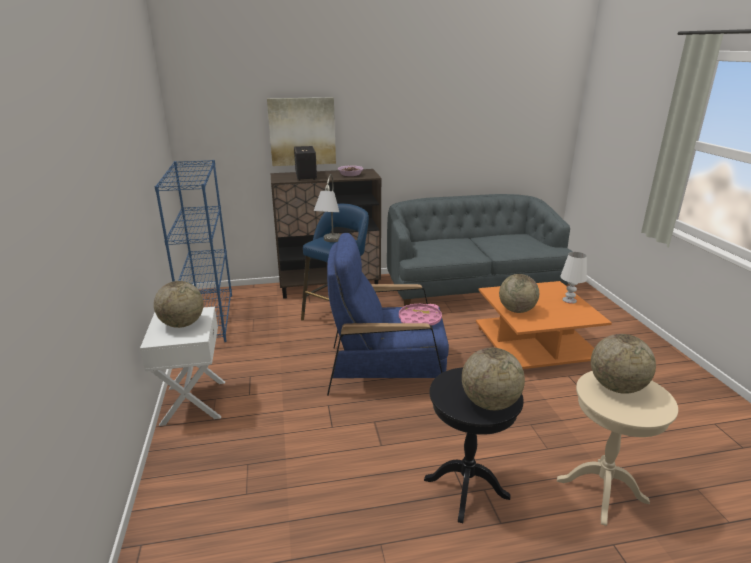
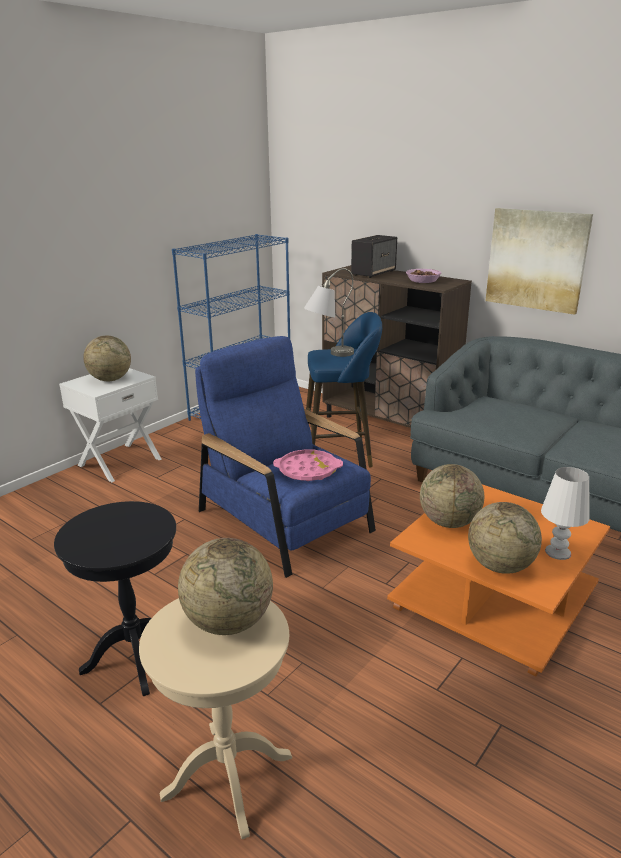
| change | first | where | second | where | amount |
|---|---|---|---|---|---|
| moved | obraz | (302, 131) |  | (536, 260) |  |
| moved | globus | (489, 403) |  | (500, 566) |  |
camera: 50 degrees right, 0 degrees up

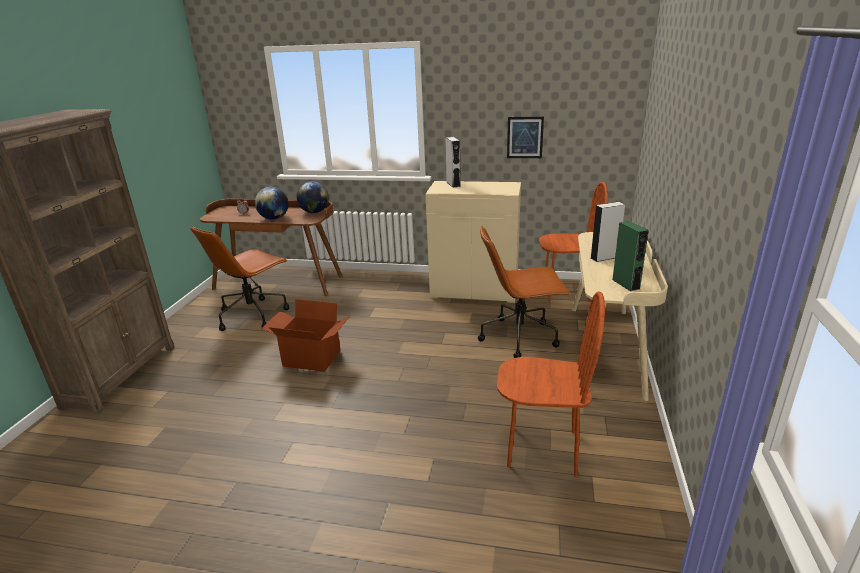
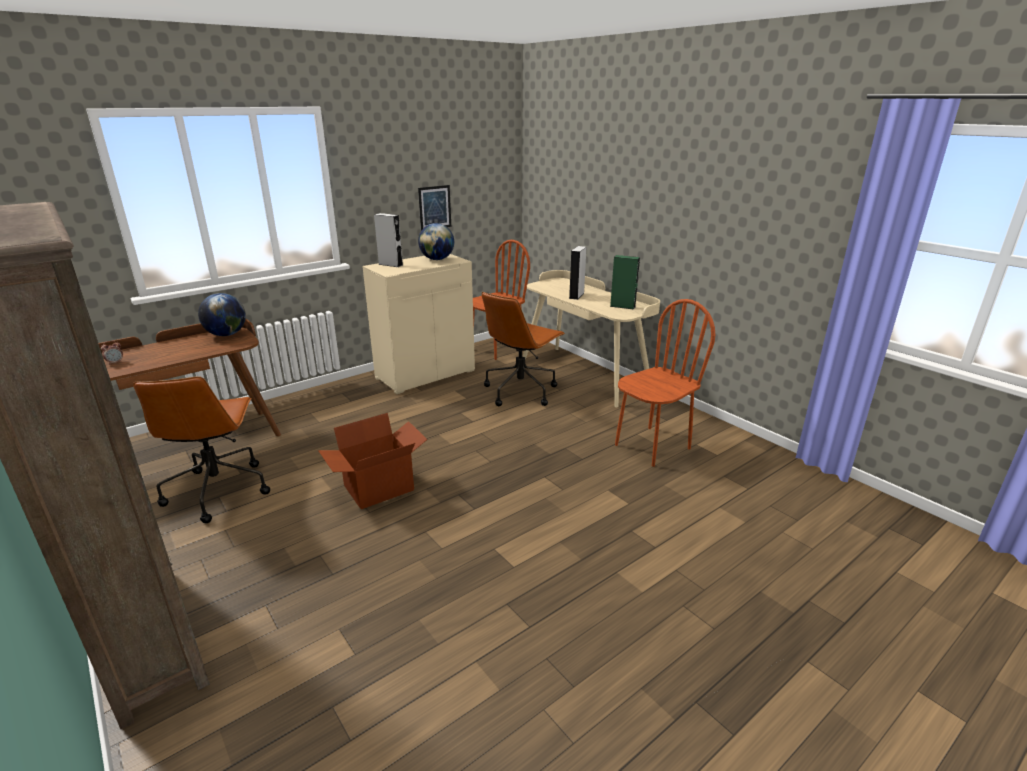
| change | first | where | second | where | amount |
|---|---|---|---|---|---|
| moved | globus | (274, 218) |  | (437, 259) |  |
camera: 50 degrees left, 0 degrees up

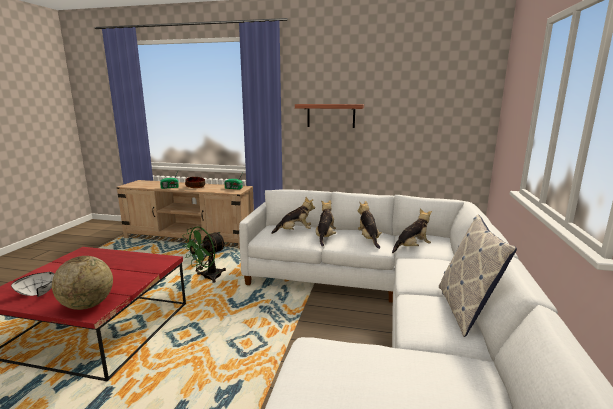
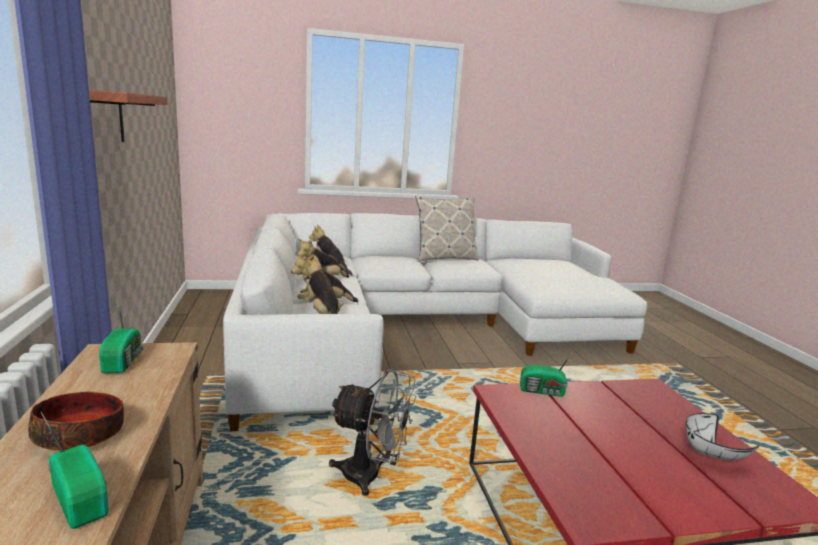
| change | first | where | second | where | amount |
|---|---|---|---|---|---|
| removed | globus | (87, 305) |  |  |  |
| added |  |  | radio | (543, 391) |  |
| recoloured | wentylator/zielony | (208, 278) | wentylator/szary | (371, 476) |  |
camera: 115 degrees left, 0 degrees up

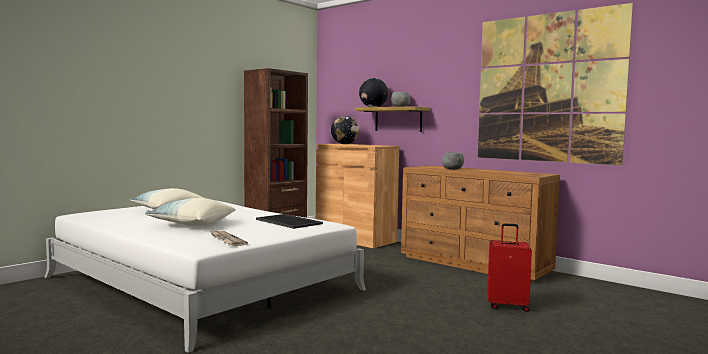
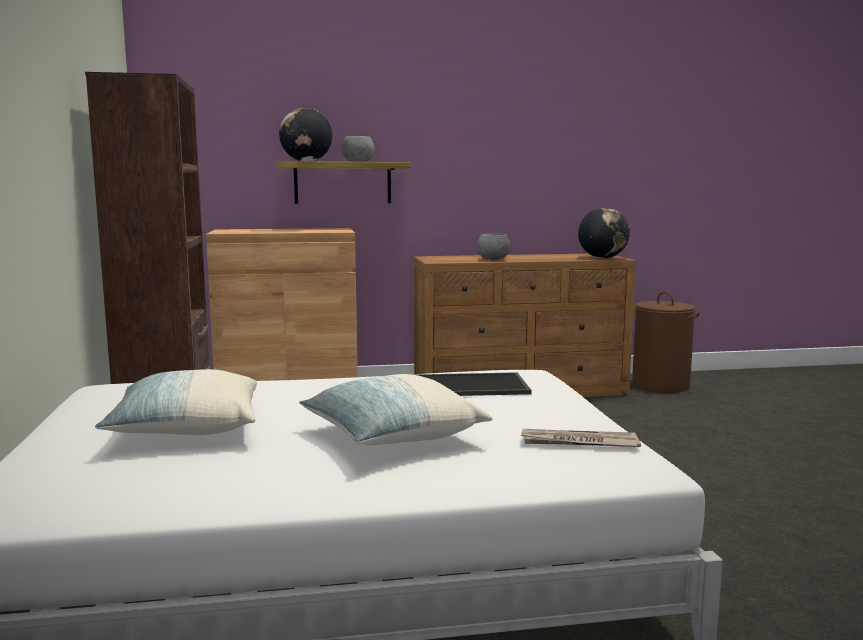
| change | first | where | second | where | amount |
|---|---|---|---|---|---|
| removed | obraz | (547, 88) |  |  |  |
| removed | walizka/czerwony | (507, 306) |  |  |  |
| added |  |  | kosz na pranie/brązowy | (661, 385) |  |
| moved | globus | (344, 144) |  | (602, 258) |  |
camera: 50 degrees left, 5 degrees up

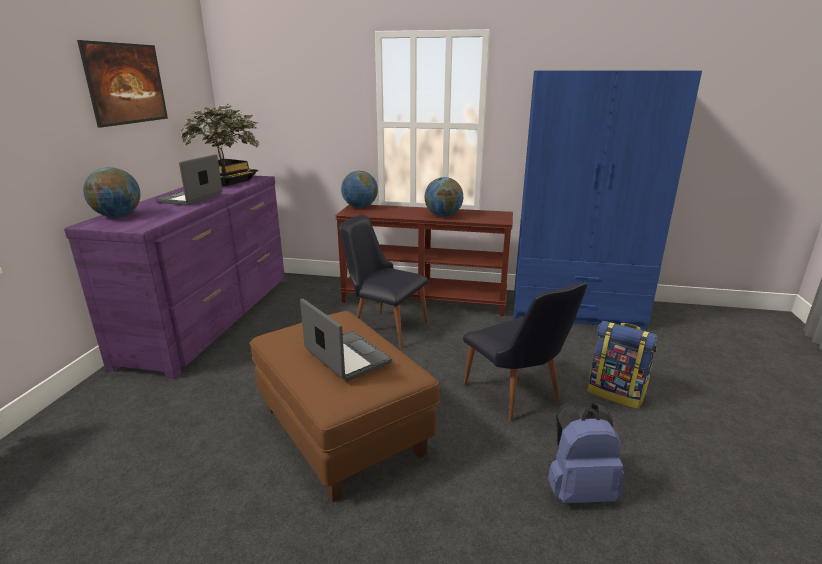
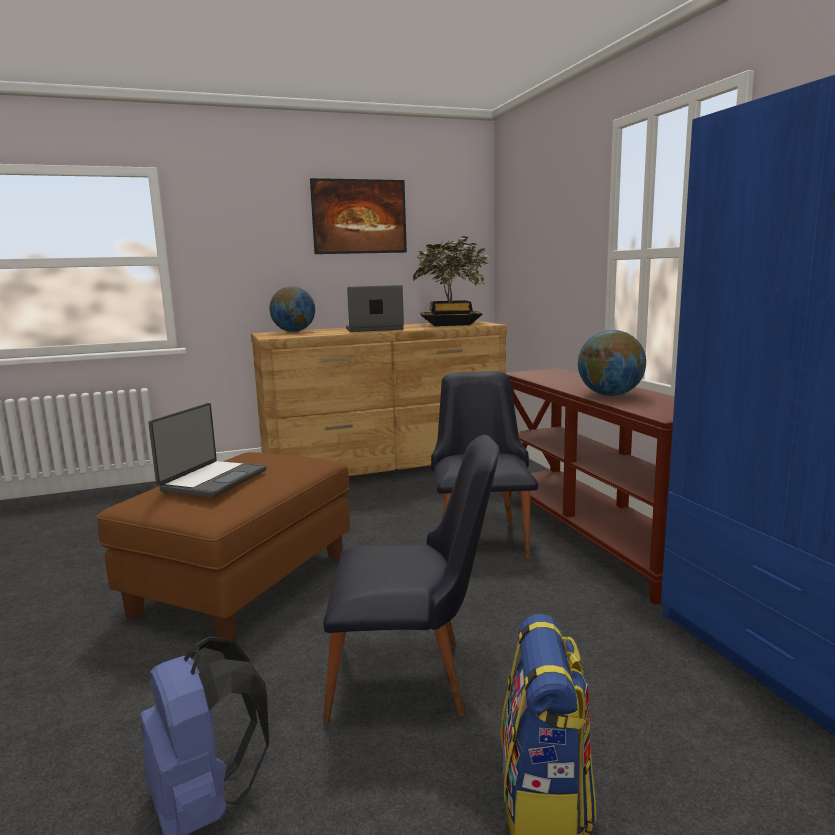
| change | first | where | second | where | amount |
|---|---|---|---|---|---|
| removed | globus | (360, 207) |  |  |  |
| recoloured | komoda/fioletowy | (212, 317) | komoda/brązowy | (386, 465) |  |
| turned | krzesło/czarny | (516, 397) |  | (413, 680) | 120 degrees counterclockwise |
camera: 60 degrees right, 10 degrees down

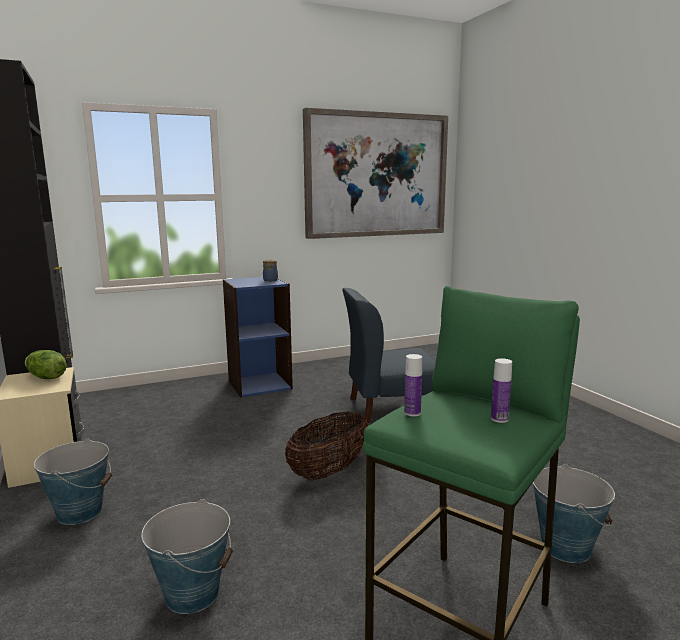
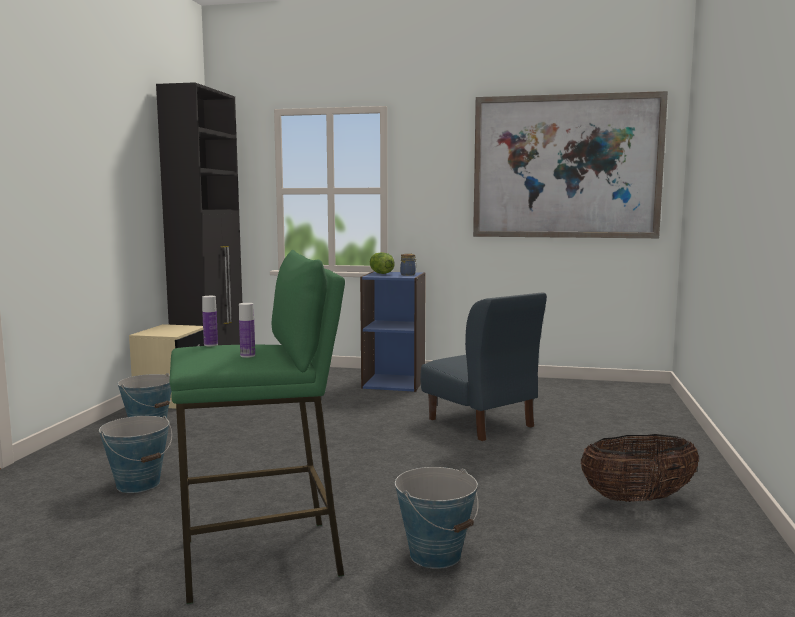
| change | first | where | second | where | amount |
|---|---|---|---|---|---|
| moved | sałata | (46, 377) |  | (380, 273) |  |
| moved | koszyk | (329, 471) |  | (638, 499) |  |
| turned | krzesło/niebieski | (390, 407) |  | (481, 423) | 150 degrees counterclockwise |
camera: 35 degrees right, 5 degrees down

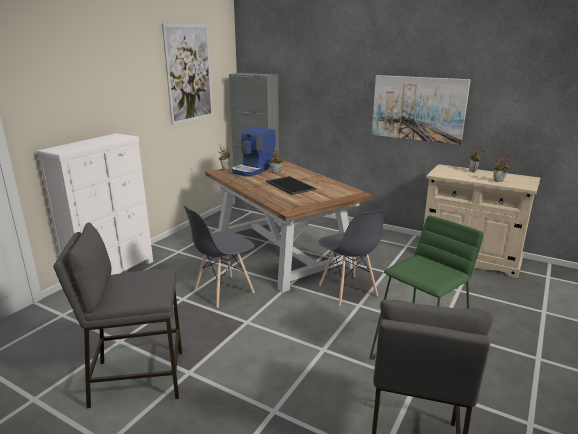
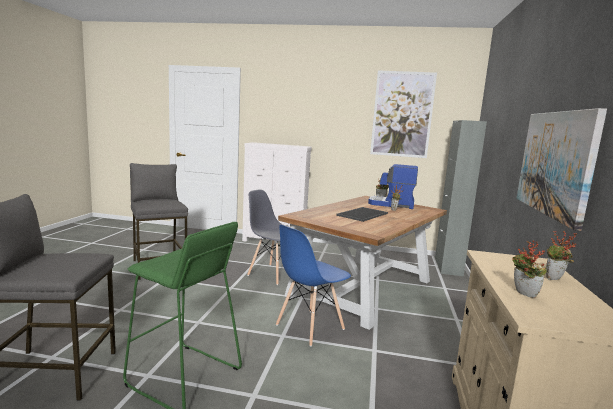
| change | first | where | second | where | amount |
|---|---|---|---|---|---|
| recoloured | krzesło/szary | (347, 290) | krzesło/niebieski | (309, 327) |  |
camera: 70 degrees right, 10 degrees down

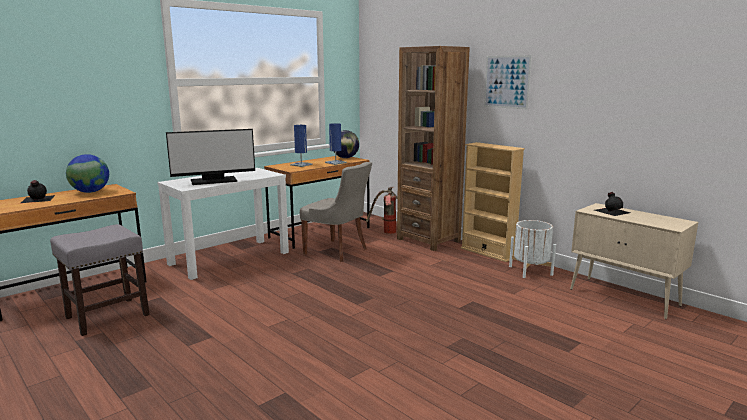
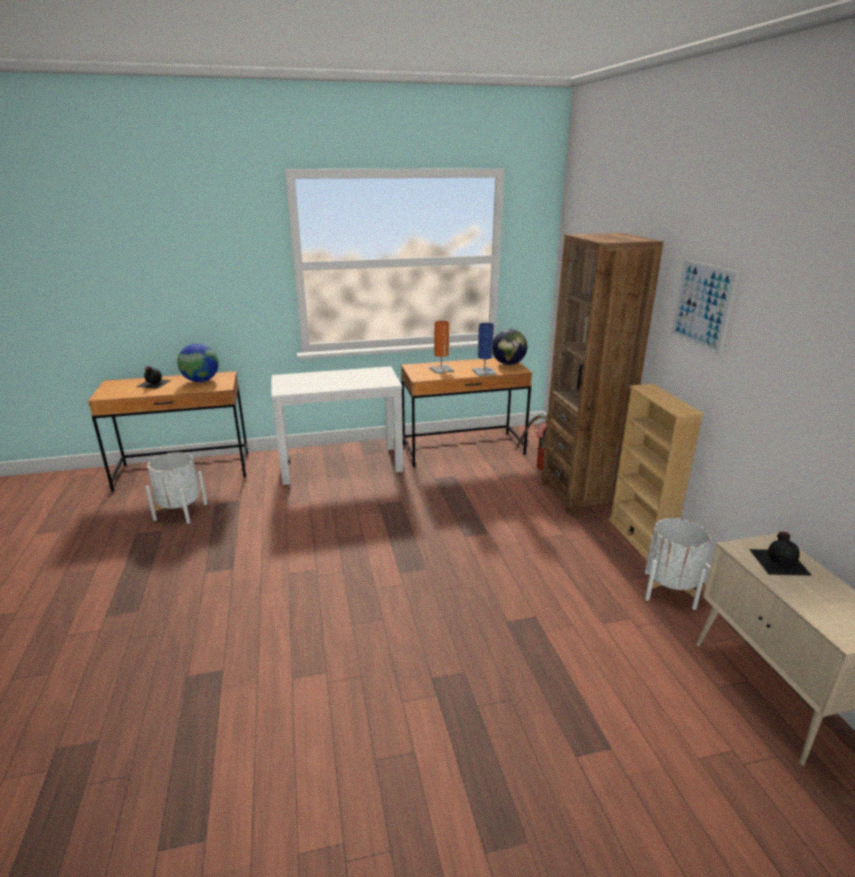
| change | first | where | second | where | amount |
|---|---|---|---|---|---|
| removed | monitor | (214, 181) |  |  |  |
| removed | krzesło/szary | (337, 251) |  |  |  |
| replaced | stołek/szary | (106, 316) | donica/biały | (181, 512) |  |
| recoloured | lampa stołowa/niebieski | (301, 165) | lampa stołowa/pomarańczowy | (441, 369) |  |
camera: 30 degrees right, 10 degrees up

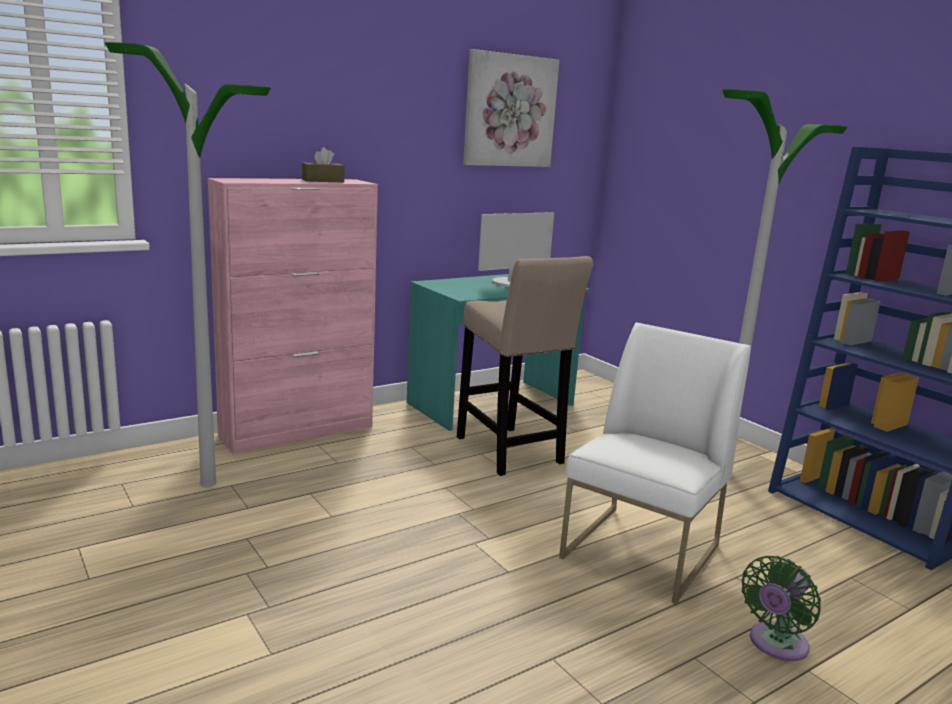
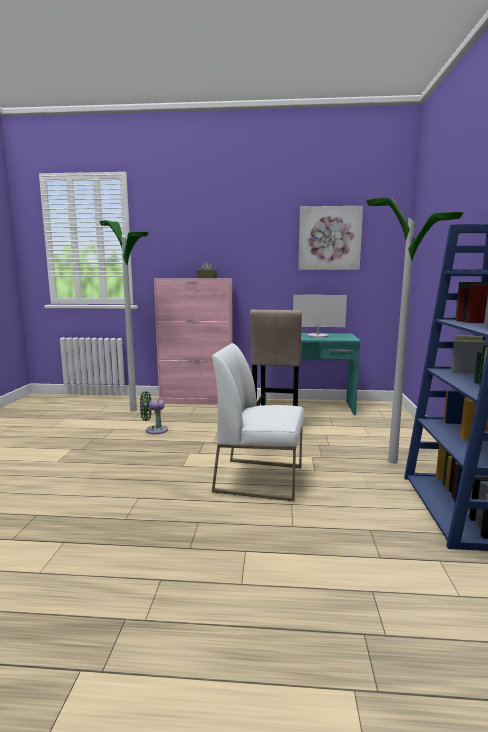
| change | first | where | second | where | amount |
|---|---|---|---|---|---|
| moved | wentylator/zielony | (775, 645) |  | (154, 430) |  |
| turned | krzesło/biały | (641, 552) |  | (260, 478) | 150 degrees counterclockwise |
camera: 40 degrees right, 5 degrees down

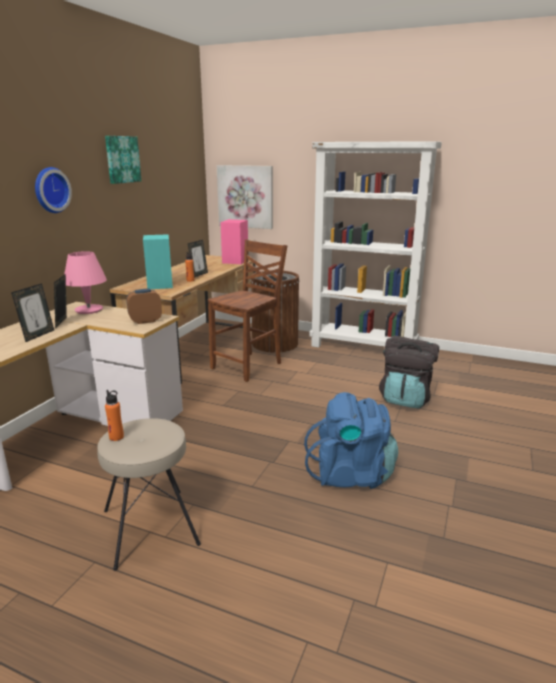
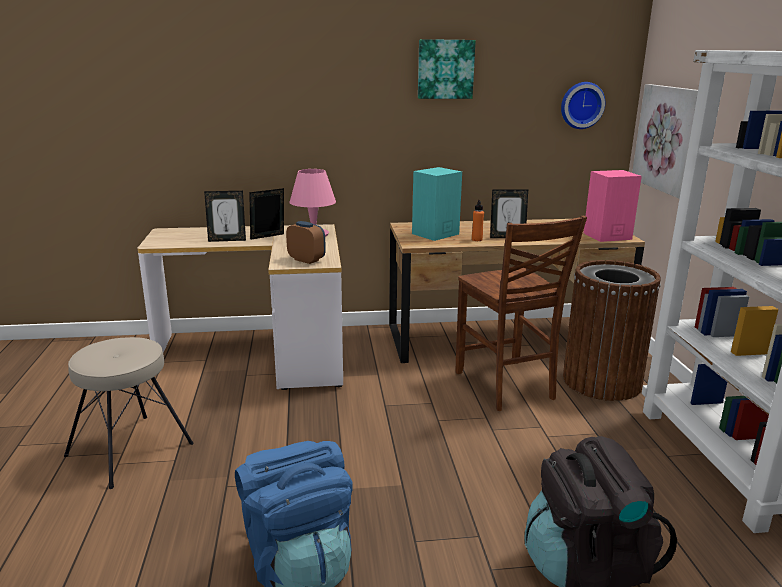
| change | first | where | second | where | amount |
|---|---|---|---|---|---|
| removed | butelka/pomarańczowy | (116, 437) |  |  |  |
| moved | zegar ścienny | (50, 190) |  | (581, 105) |  |
| turned | krzesło/brązowy | (248, 366) |  | (506, 386) | 60 degrees clockwise |
camera: 60 degrees right, 0 degrees up

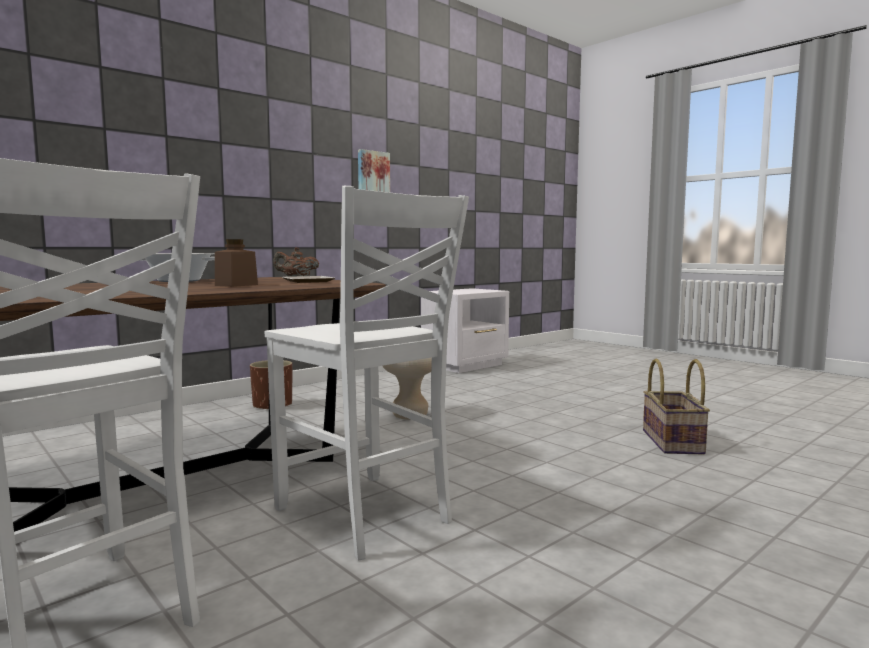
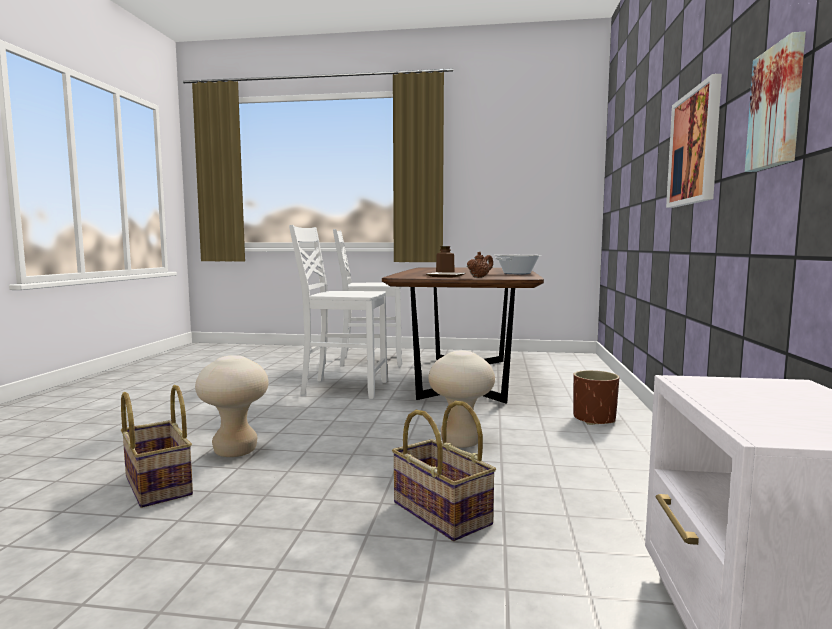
| change | first | where | second | where | amount |
|---|---|---|---|---|---|
| added |  |  | stołek/beżowy | (235, 451) |  |
| added |  |  | koszyk | (439, 513) |  |
| added |  |  | obraz | (695, 148) |  |
camera: 140 degrees right, 0 degrees up

